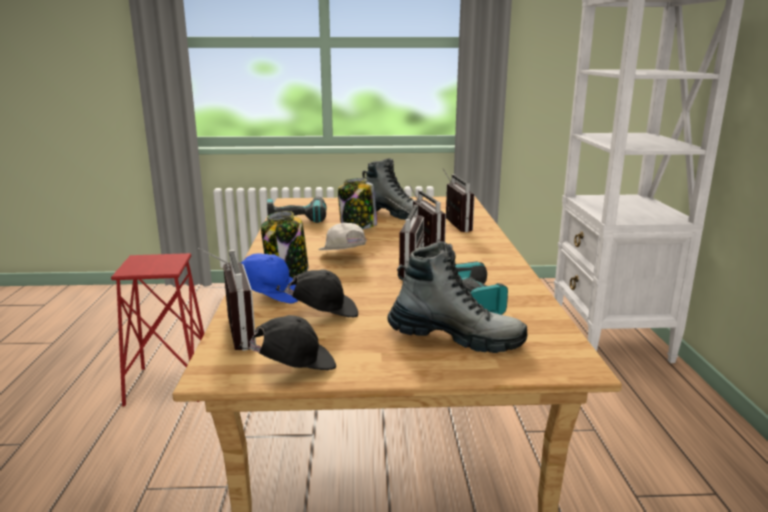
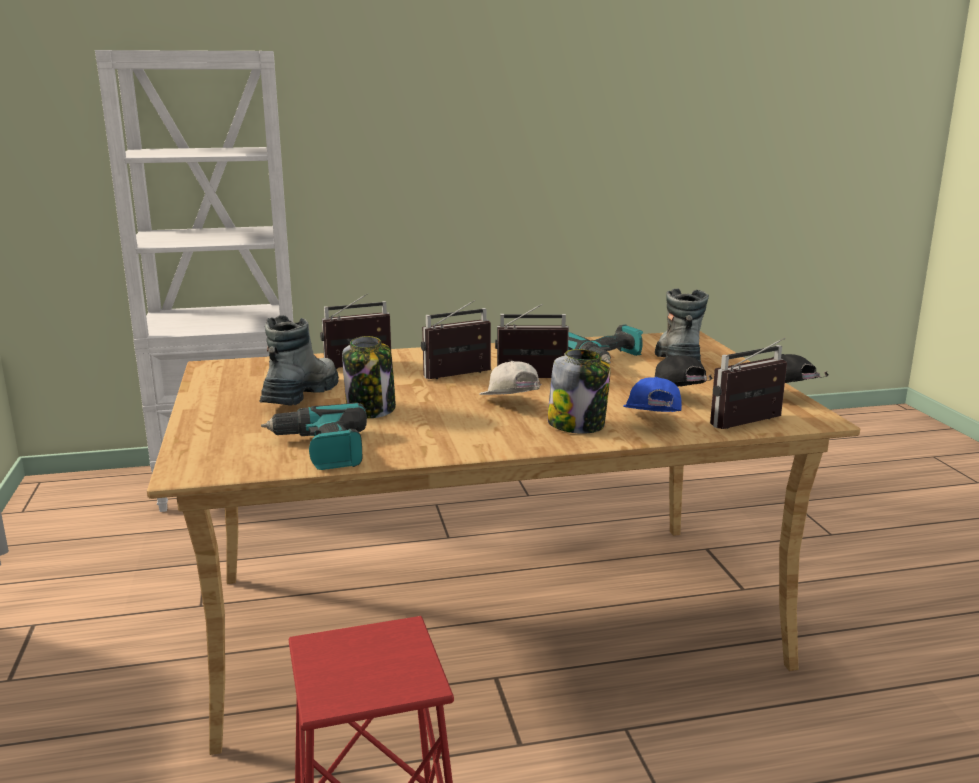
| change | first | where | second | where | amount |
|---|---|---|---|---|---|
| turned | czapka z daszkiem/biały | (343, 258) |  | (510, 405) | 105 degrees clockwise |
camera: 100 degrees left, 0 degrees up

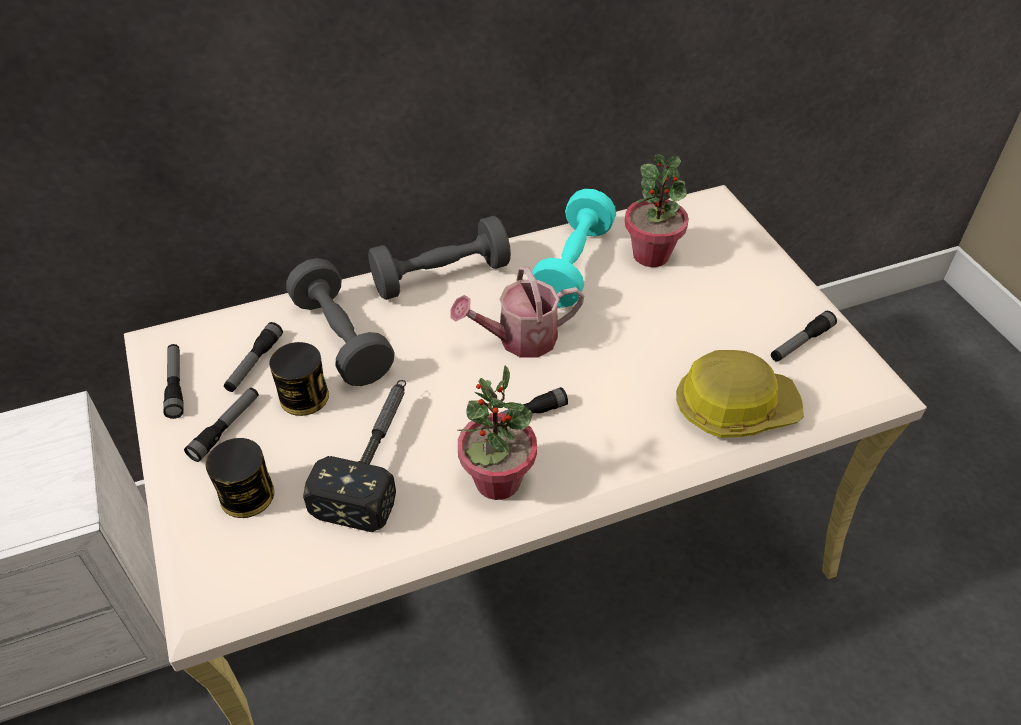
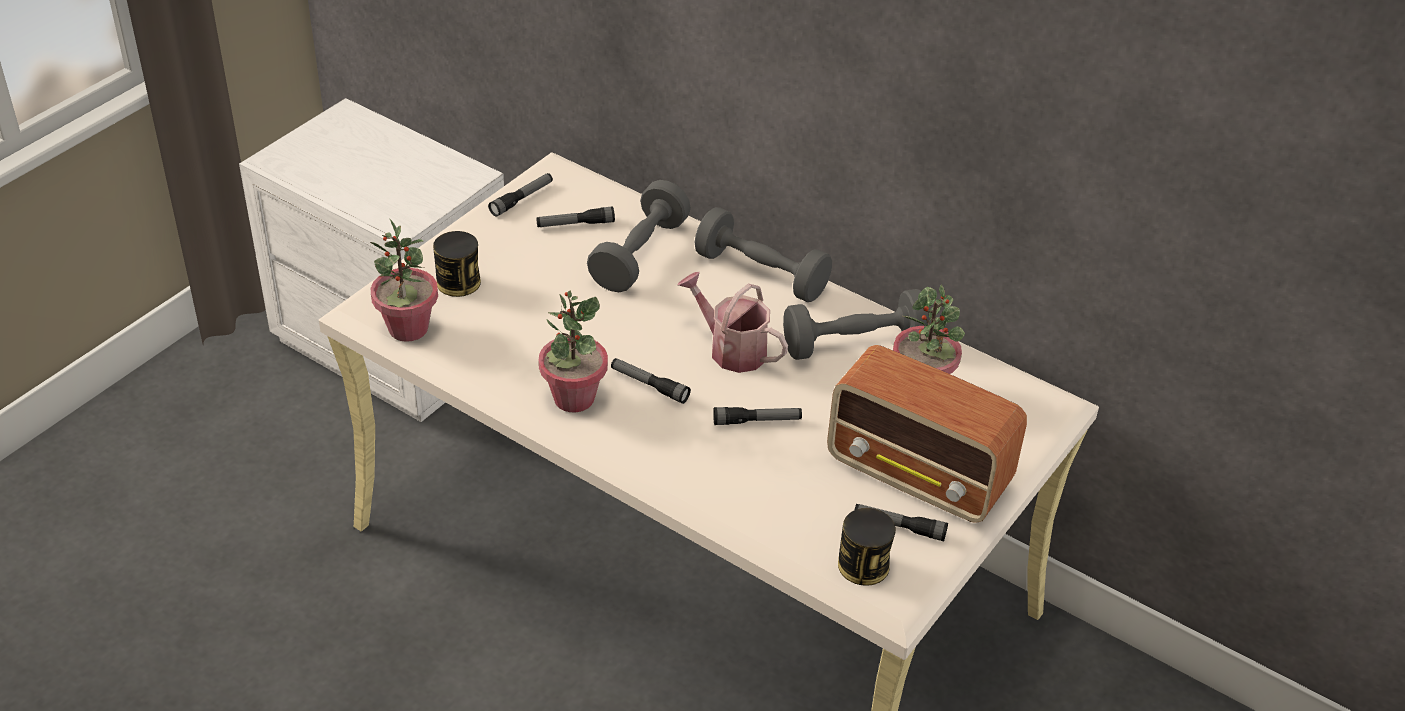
| change | first | where | second | where | amount |
|---|---|---|---|---|---|
| removed | młotek | (376, 457) |  |  |  |
| removed | kask | (734, 407) |  |  |  |
| added |  |  | roślina doniczkowa | (408, 329) |  |
| added |  |  | radio | (919, 475) |  |
| moved | latarka | (226, 428) |  | (757, 421) |  |
| moved | puszka | (304, 397) |  | (863, 565) |  |
| recoloured | hantel/turkusowy | (572, 266) | hantel/szary | (854, 344) |  |
camera: 55 degrees right, 5 degrees down

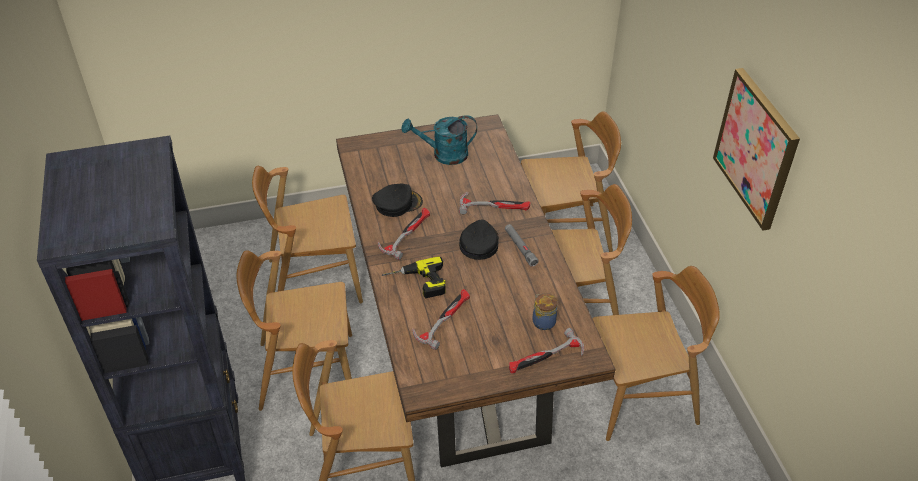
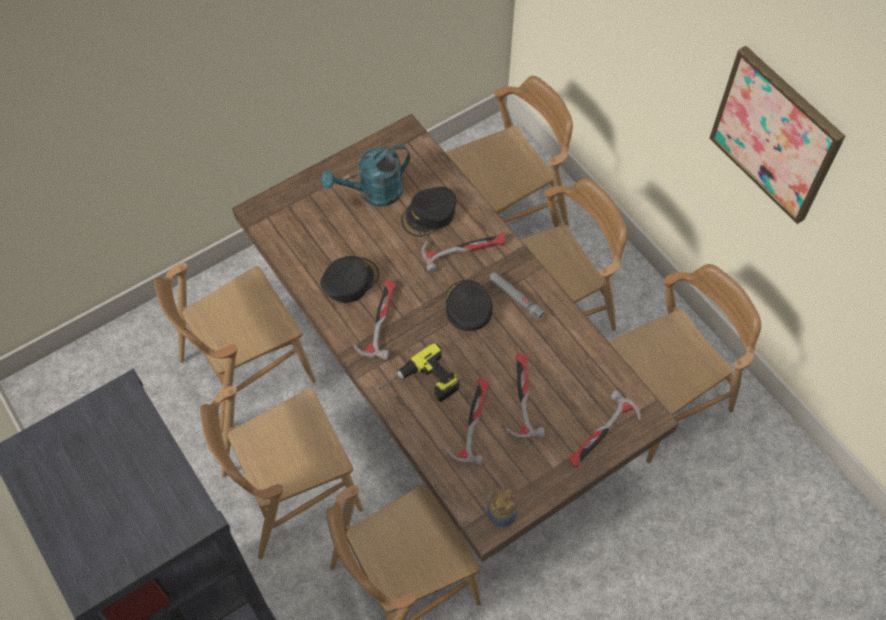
| change | first | where | second | where | amount |
|---|---|---|---|---|---|
| added |  |  | czapka z daszkiem/czarny | (429, 215) |  |
| added |  |  | młotek | (521, 397) |  |
| moved | słoik | (543, 321) |  | (500, 514) |  |
camera: 20 degrees left, 15 degrees up

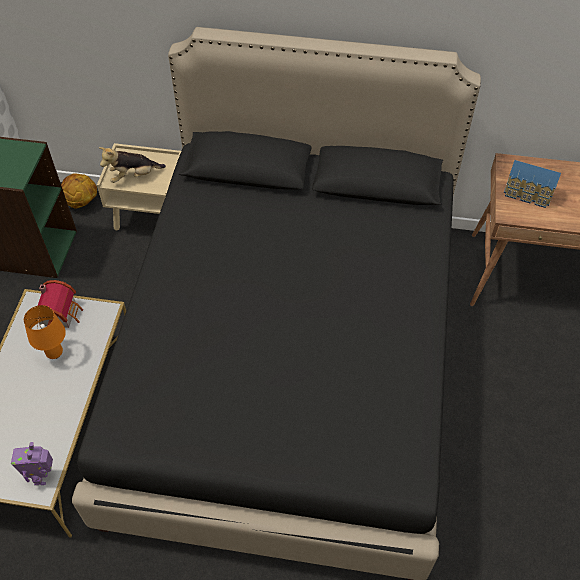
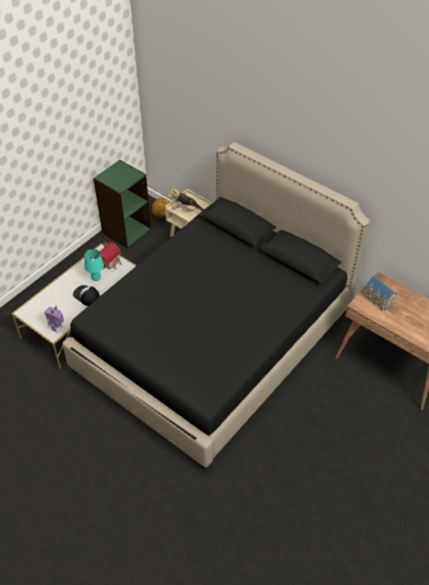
| change | first | where | second | where | amount |
|---|---|---|---|---|---|
| added |  |  | czapka z daszkiem | (86, 296) |  |
| recoloured | lampa stołowa/pomarańczowy | (54, 352) | lampa stołowa/turkusowy | (96, 278) |  |
camera: 30 degrees right, 5 degrees down

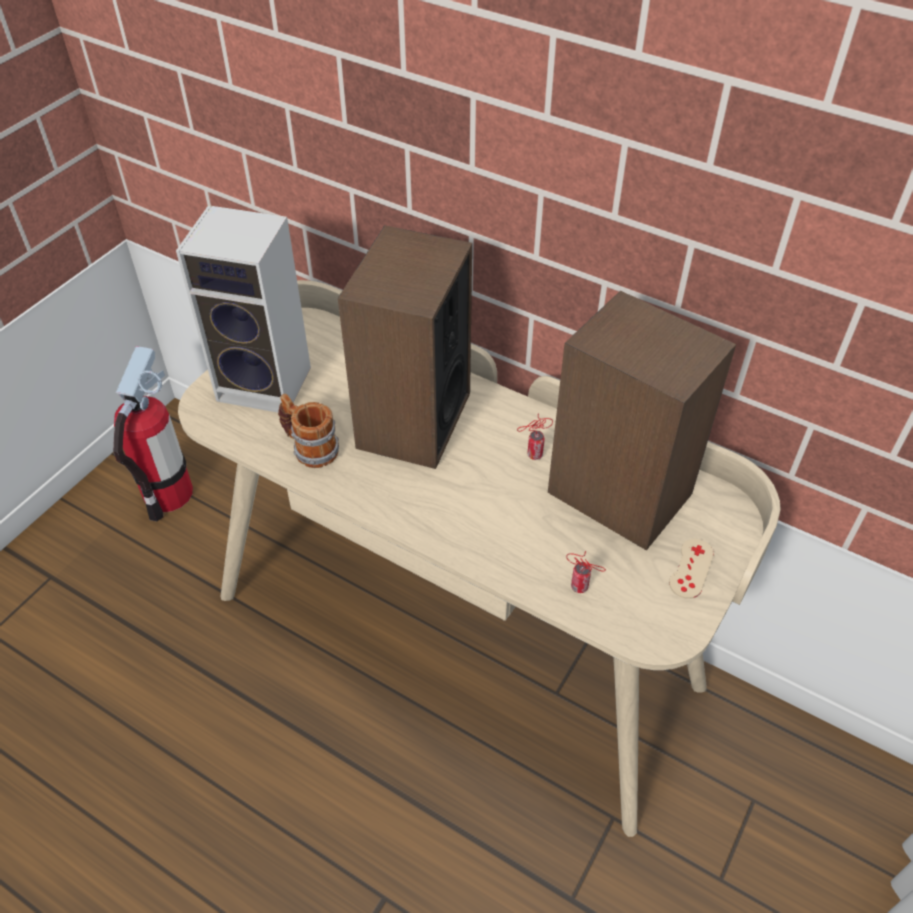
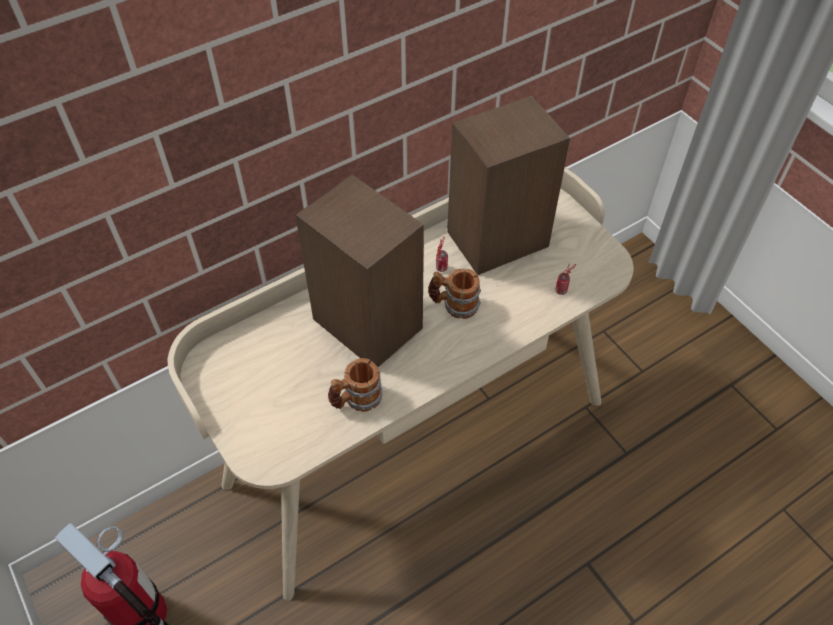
| change | first | where | second | where | amount |
|---|---|---|---|---|---|
| removed | głośnik | (268, 383) |  |  |  |
| removed | pad do gier/beżowy | (691, 568) |  |  |  |
| added |  |  | kubek | (453, 304) |  |
camera: 65 degrees left, 5 degrees up

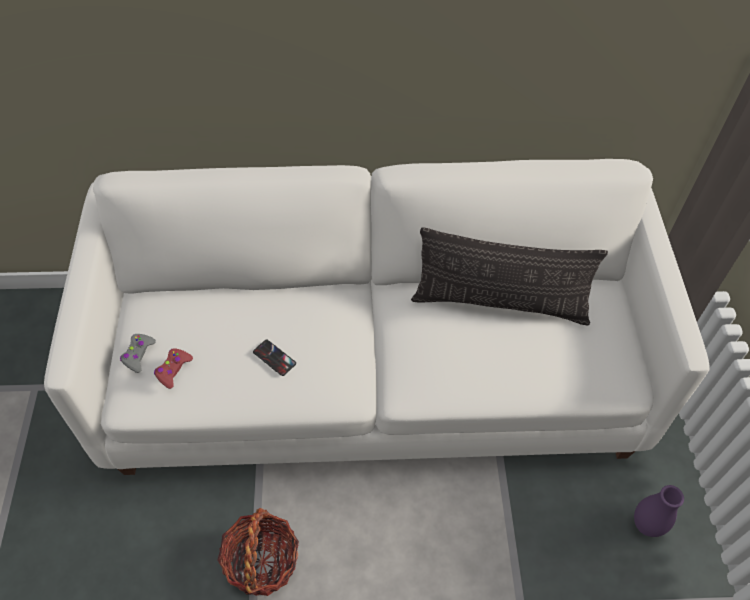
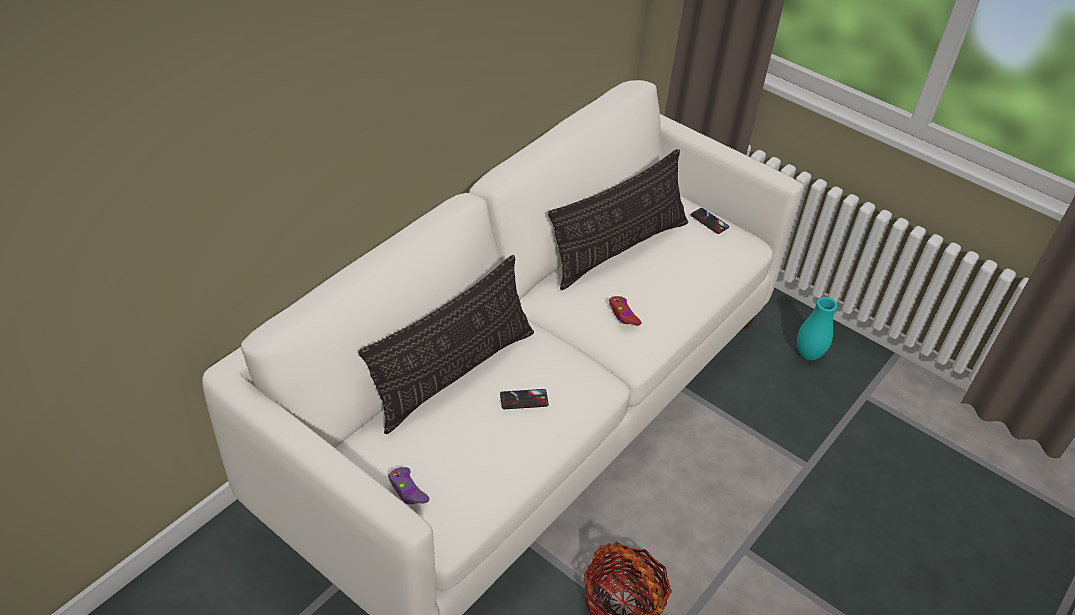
| change | first | where | second | where | amount |
|---|---|---|---|---|---|
| added |  |  | poduszka | (454, 373) |  |
| added |  |  | telefon | (709, 221) |  |
| moved | pad do gier/czerwony | (173, 370) |  | (623, 314) |  |
| recoloured | pad do gier/szary | (138, 355) | pad do gier/fioletowy | (407, 490) |  |
| recoloured | wazon/fioletowy | (646, 525) | wazon/turkusowy | (808, 354) |  |
camera: 50 degrees left, 10 degrees down

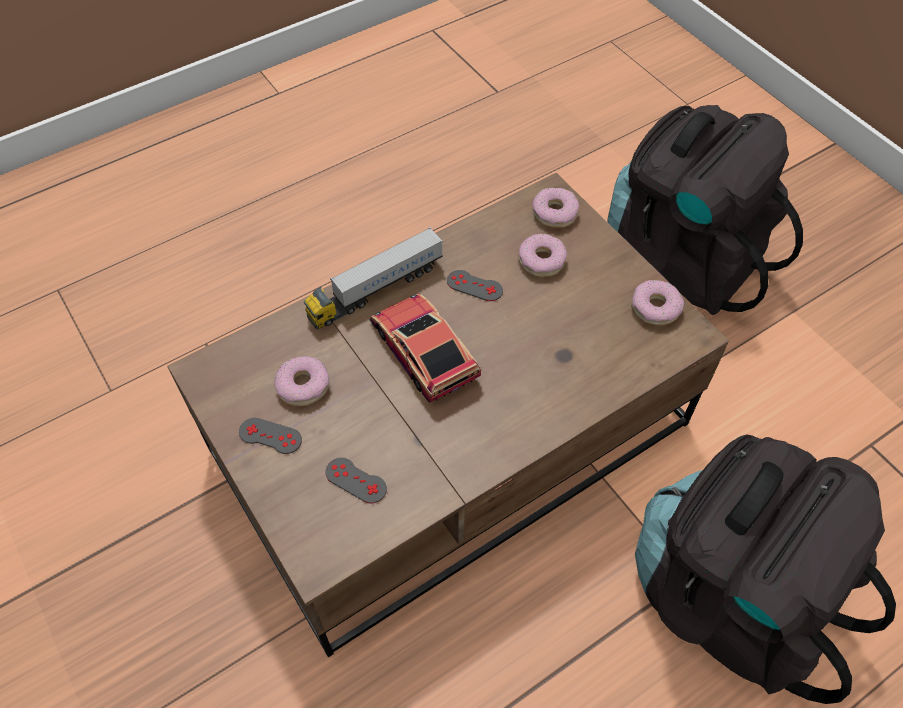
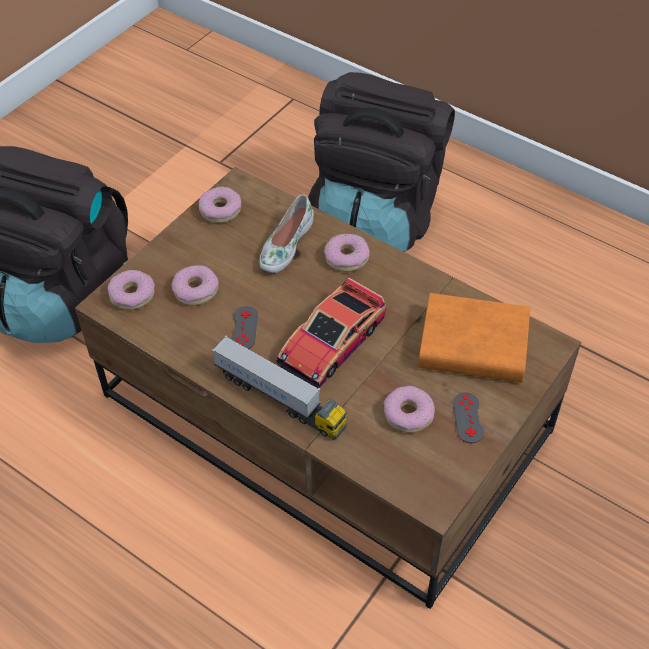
| change | first | where | second | where | amount |
|---|---|---|---|---|---|
| added |  |  | but/biały | (285, 244) |  |
| added |  |  | donut | (346, 258) |  |
| replaced | pad do gier/szary | (356, 480) | książka/pomarańczowy | (473, 345) |  |
camera: 110 degrees left, 5 degrees down

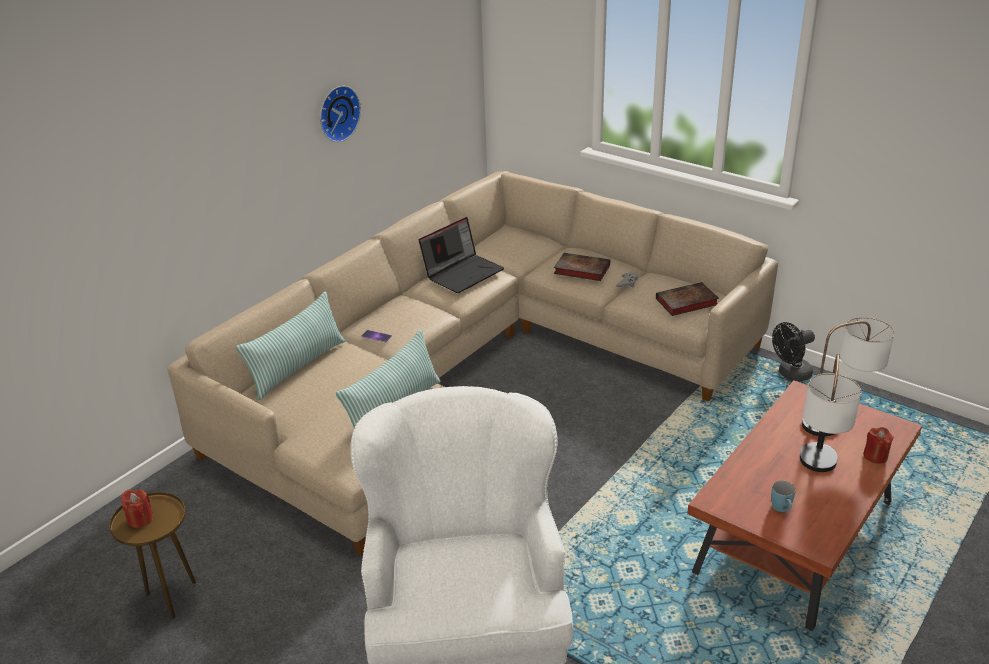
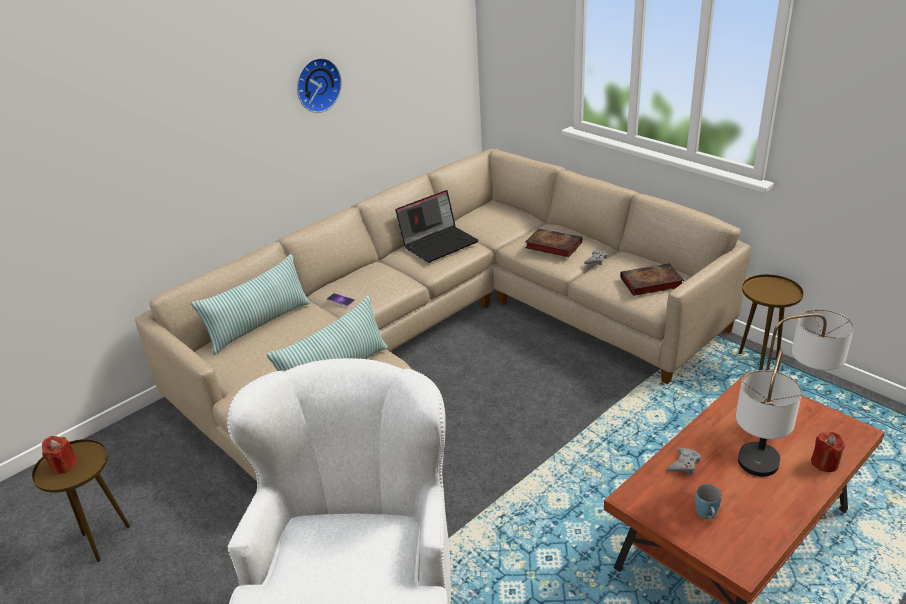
| change | first | where | second | where | amount |
|---|---|---|---|---|---|
| added |  |  | pad do gier/szary | (684, 464) |  |
| replaced | wentylator/czarny | (790, 374) | stolik/brązowy | (759, 362) |  |
camera: 10 degrees right, 0 degrees up

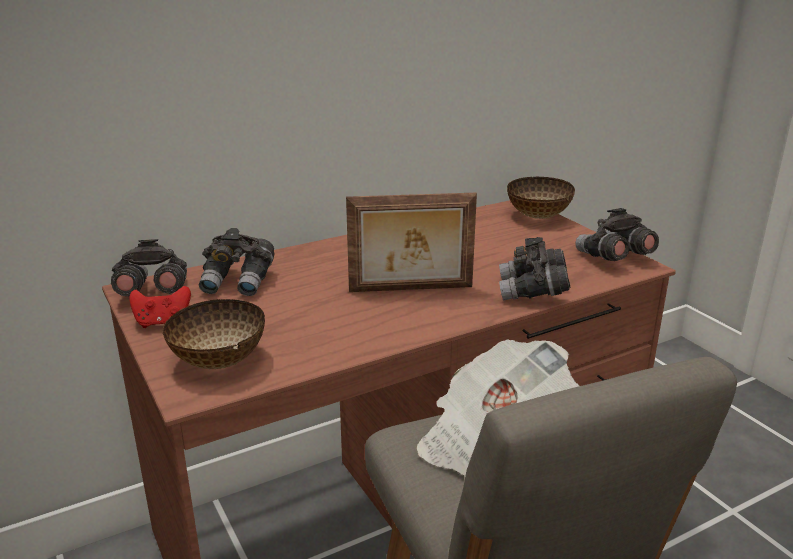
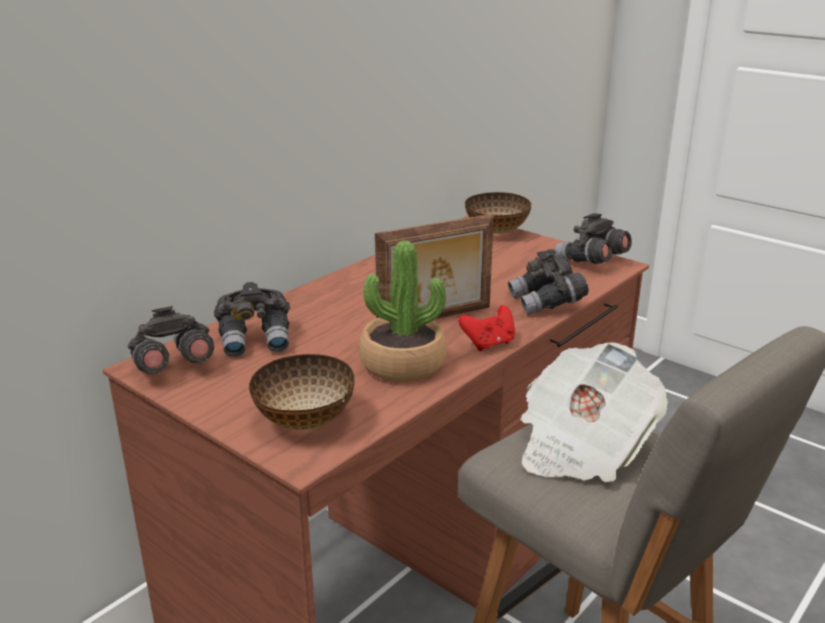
| change | first | where | second | where | amount |
|---|---|---|---|---|---|
| added |  |  | roślina doniczkowa | (402, 364) |  |
| moved | pad do gier/czerwony | (162, 322) |  | (489, 344) |  |
camera: 20 degrees left, 0 degrees up

